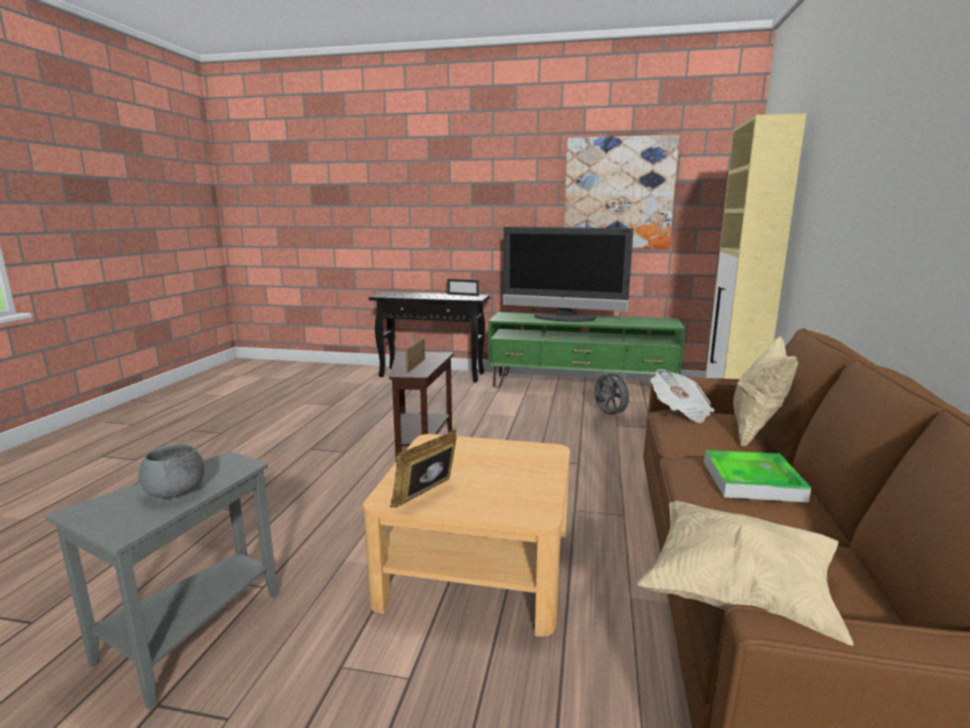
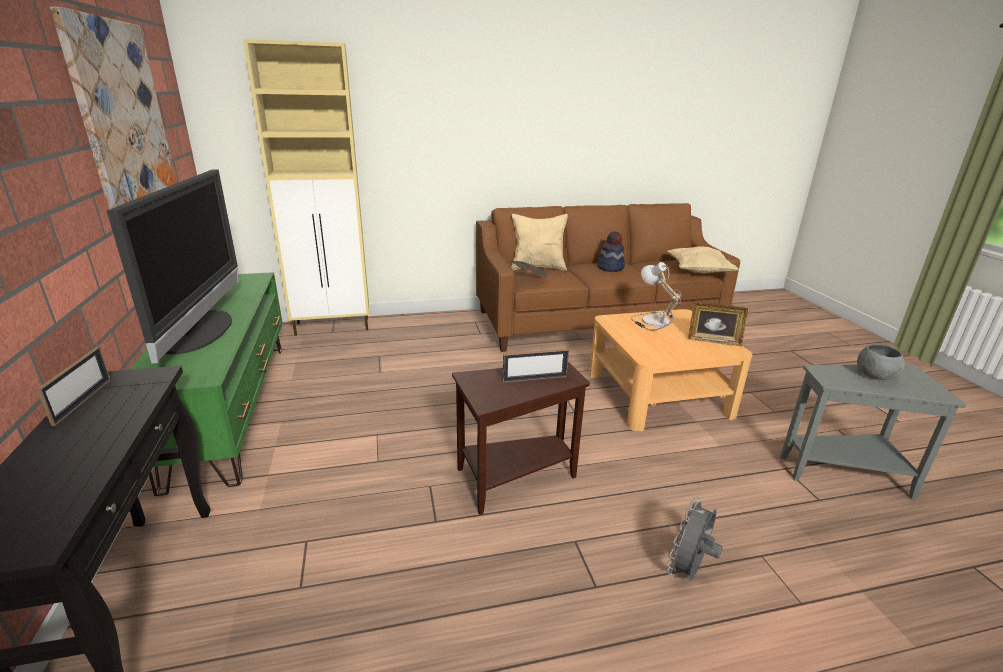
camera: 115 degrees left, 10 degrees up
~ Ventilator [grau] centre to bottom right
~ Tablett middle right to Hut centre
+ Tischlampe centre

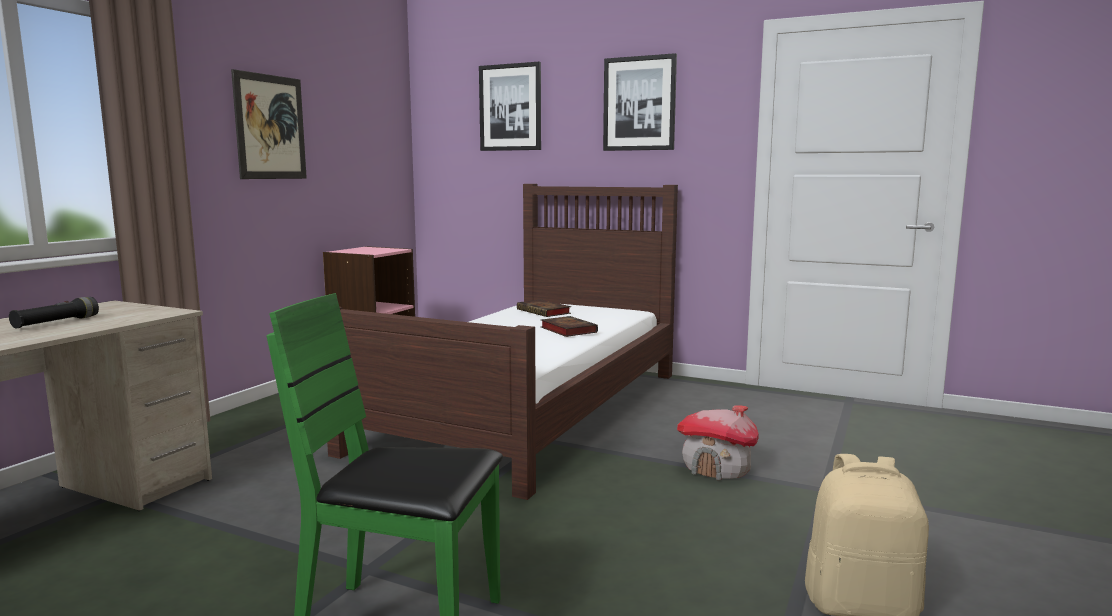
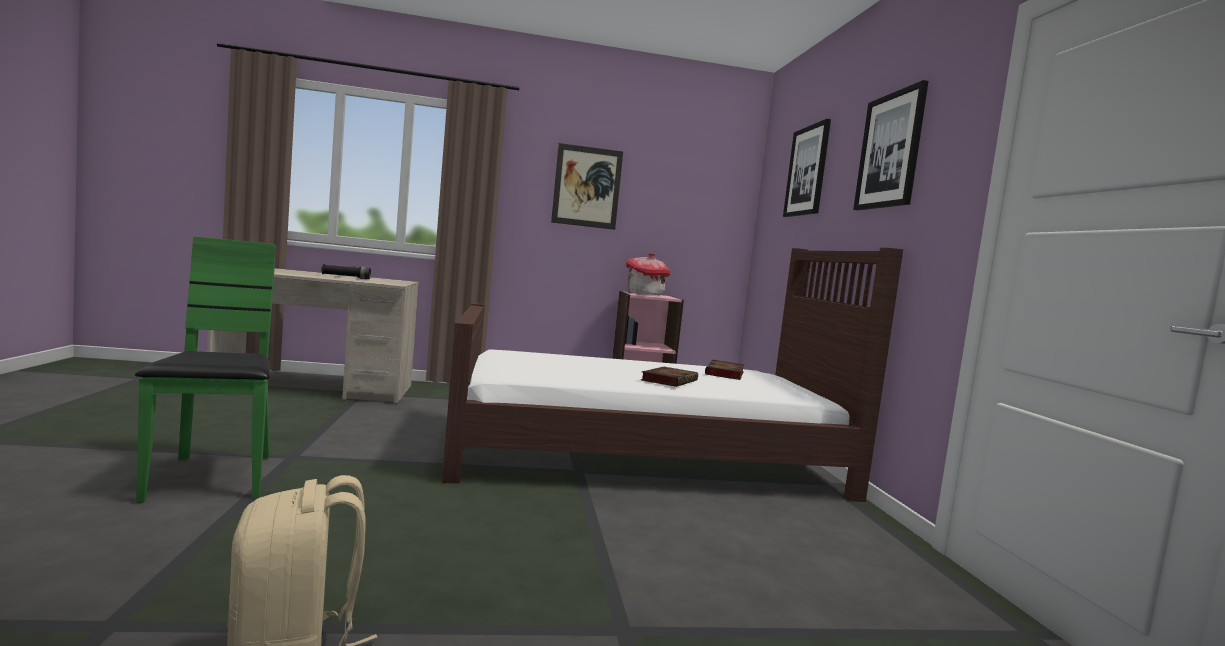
camera: 55 degrees right, 5 degrees down
~ Spielzeughaus bottom centre to centre

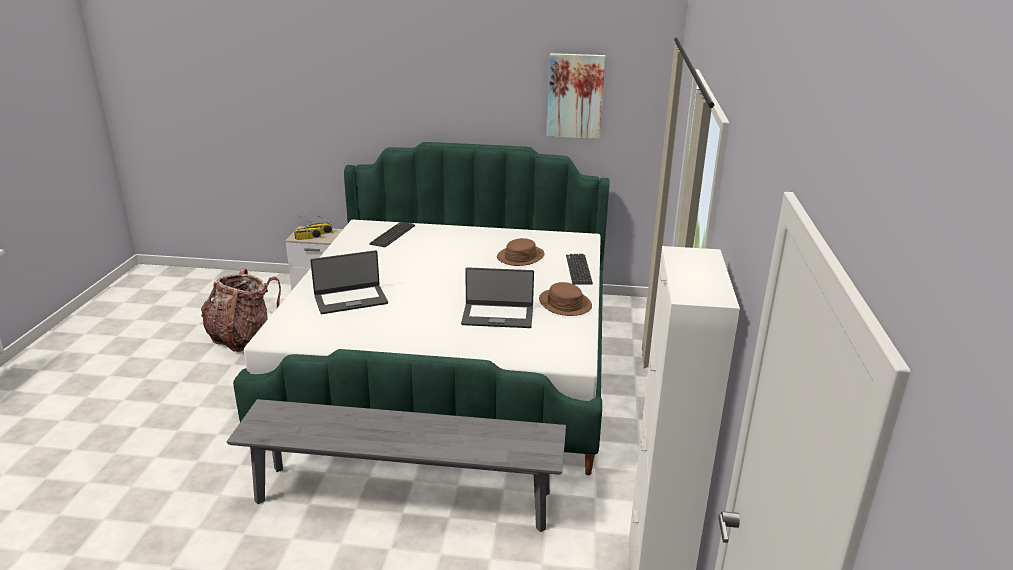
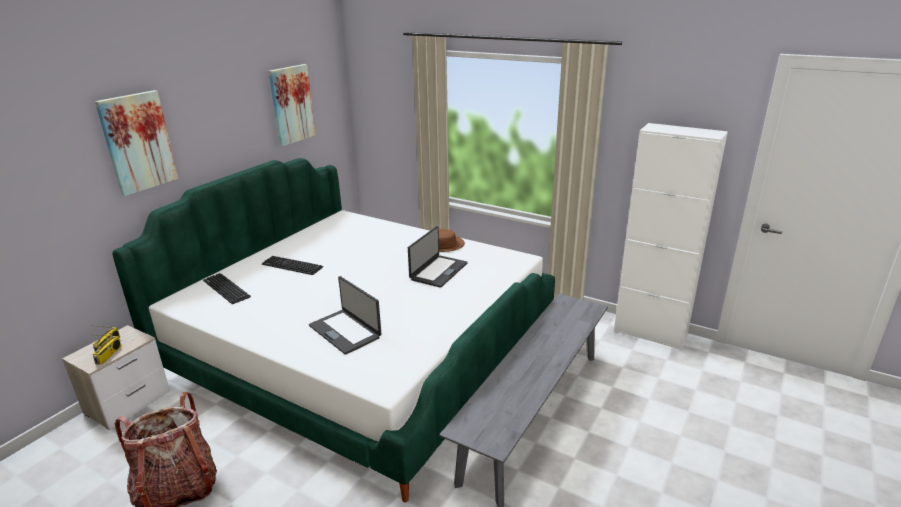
camera: 65 degrees left, 0 degrees up
- Hut [braun] (no. 1 from left) centre
~ Laptop (no. 1 from left) centre = centre 135 degrees clockwise
~ Tastatur (no. 2 from left) centre to middle left
+ Bild (no. 1 from left) top left

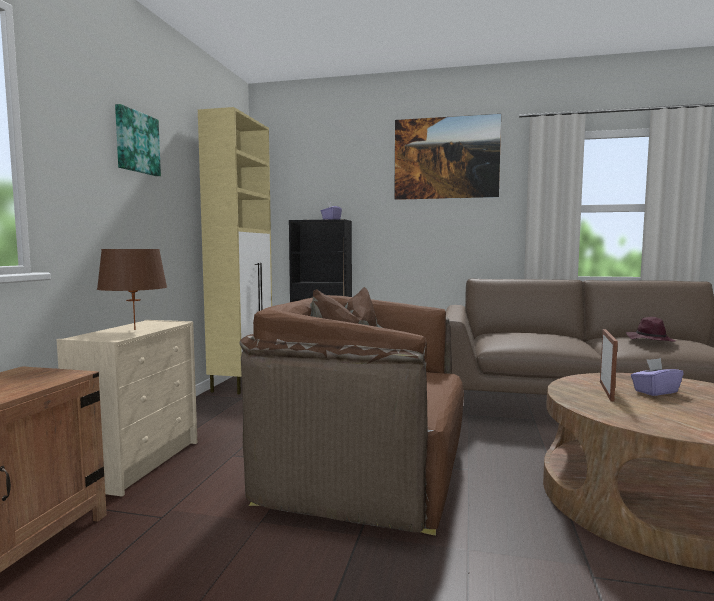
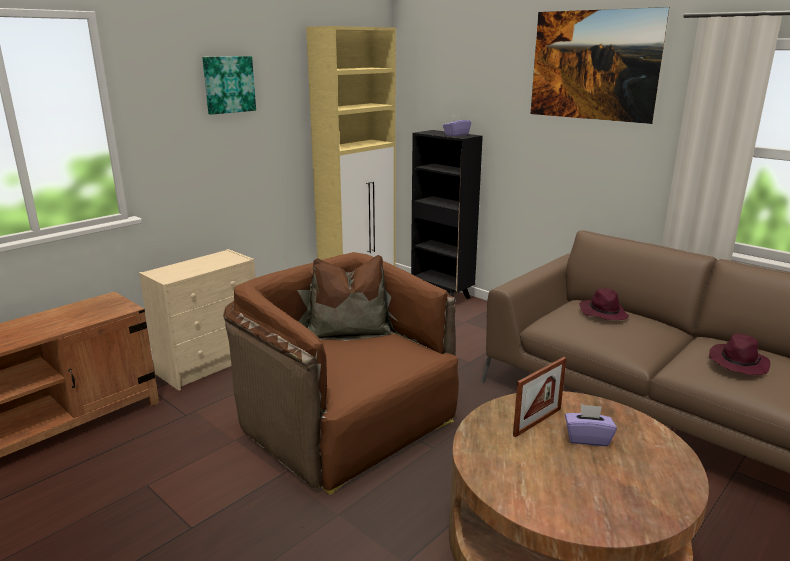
camera: 30 degrees right, 15 degrees up
- Tischlampe [braun] middle left
+ Hut [lila] (no. 1 from left) middle right

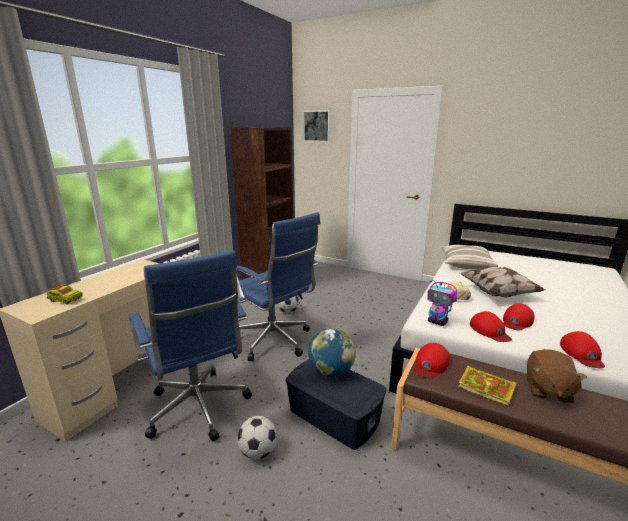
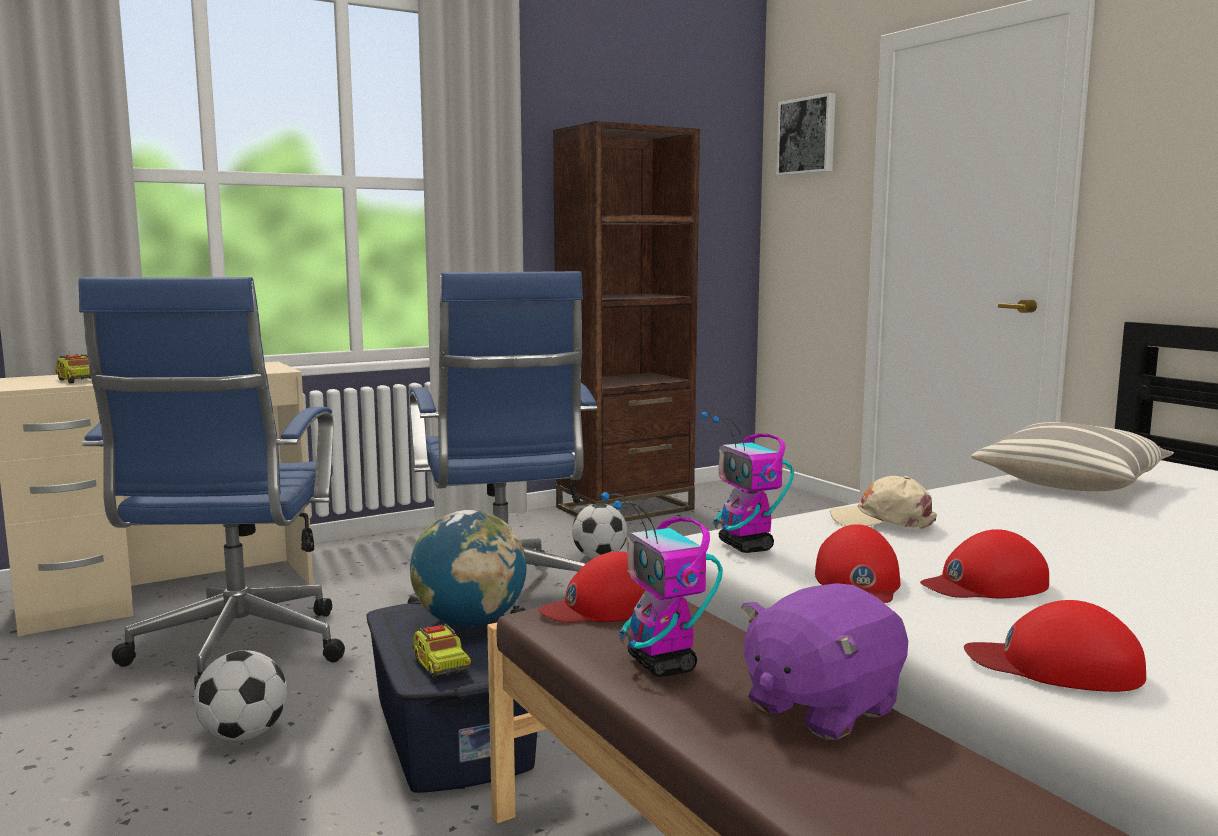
camera: 30 degrees right, 10 degrees down
- Kissen (no. 2 from left) middle right
~ Kappe [rot] (no. 4 from left) bottom right = bottom right 75 degrees clockwise
~ Plüschtier [braun] bottom right to Plüschtier [lila] bottom right
~ Buch bottom right to Spielzeugroboter (no. 1 from left) bottom centre
+ Spielzeuglaster (no. 2 from left) bottom centre

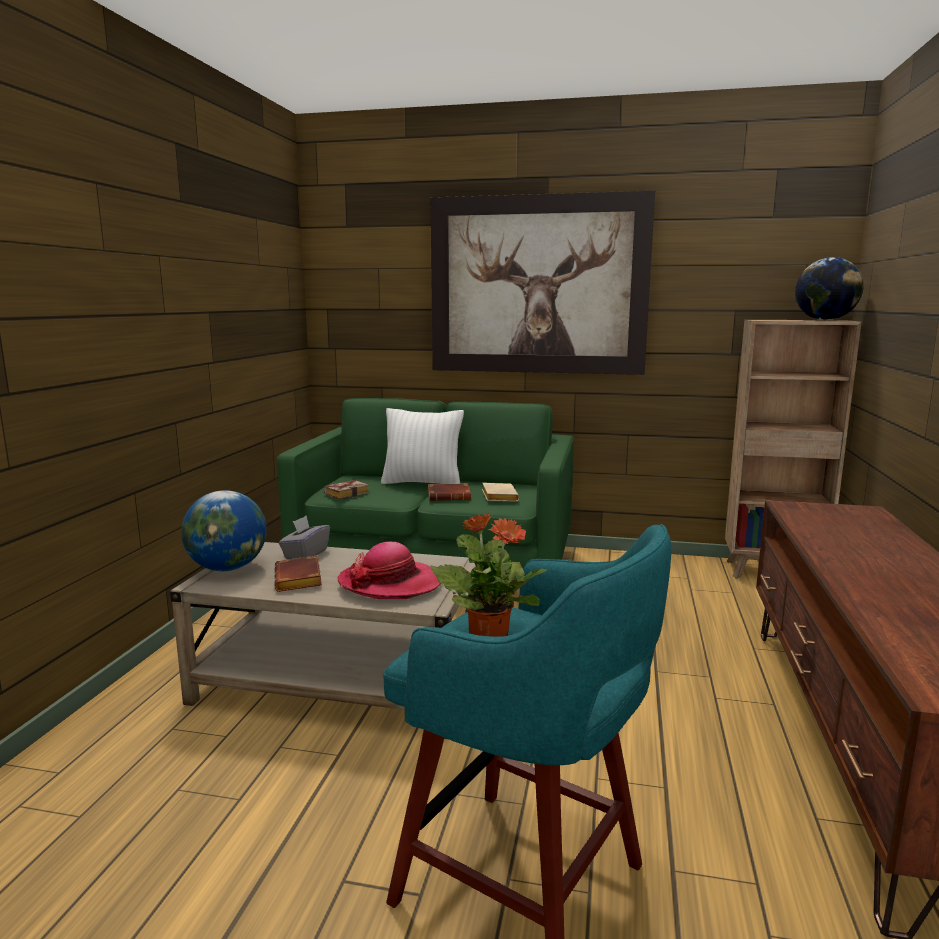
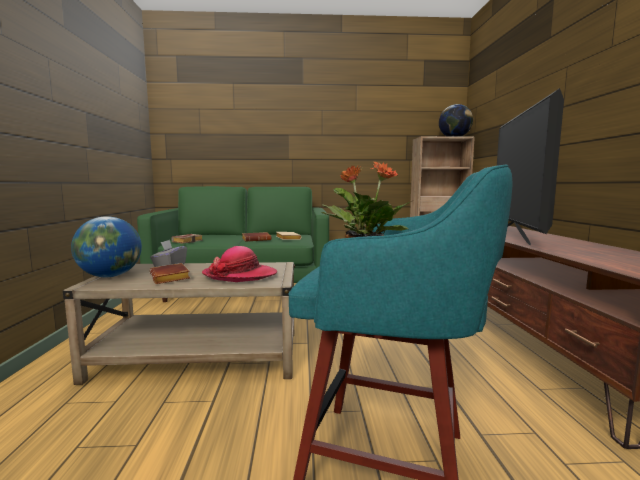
camera: 15 degrees left, 5 degrees down
- Bild top centre
- Kissen [weiß] centre
+ Fernseher middle right

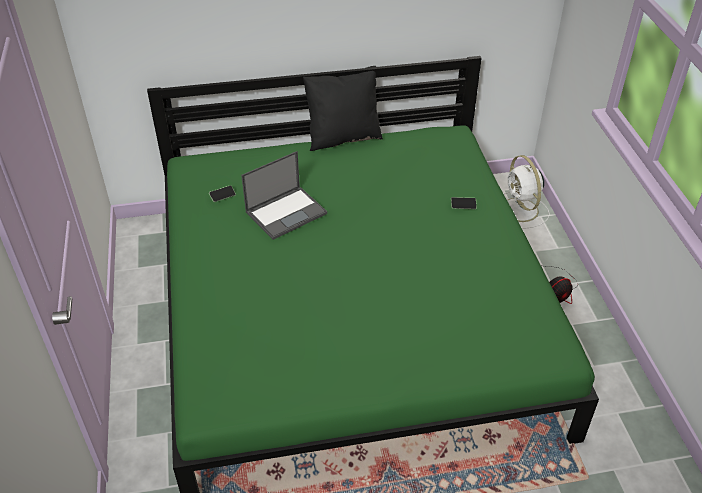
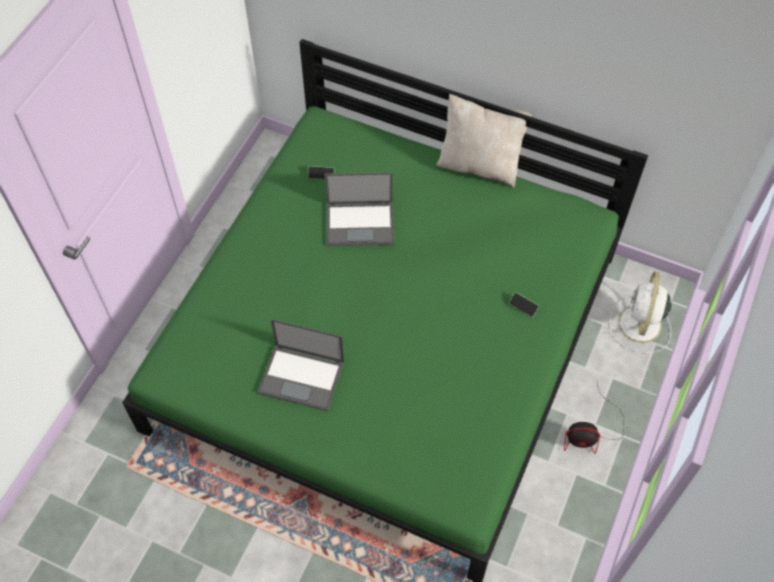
camera: 35 degrees right, 15 degrees up
~ Kissen [schwarz] top centre to Kissen [beige] top centre
+ Laptop (no. 1 from left) centre

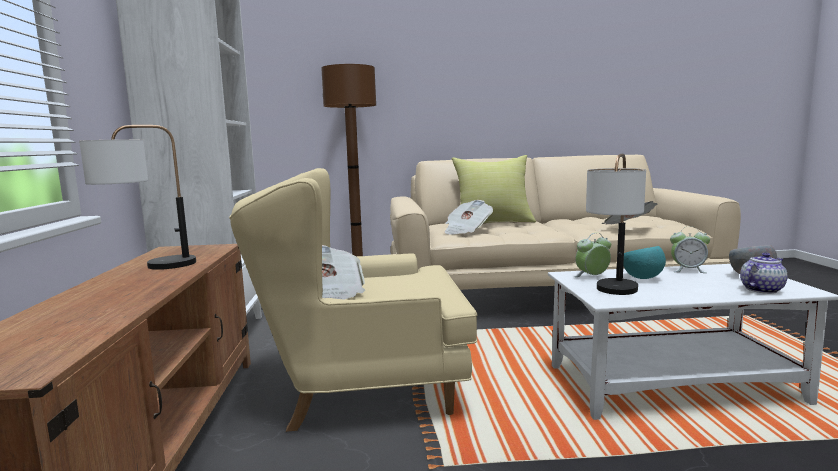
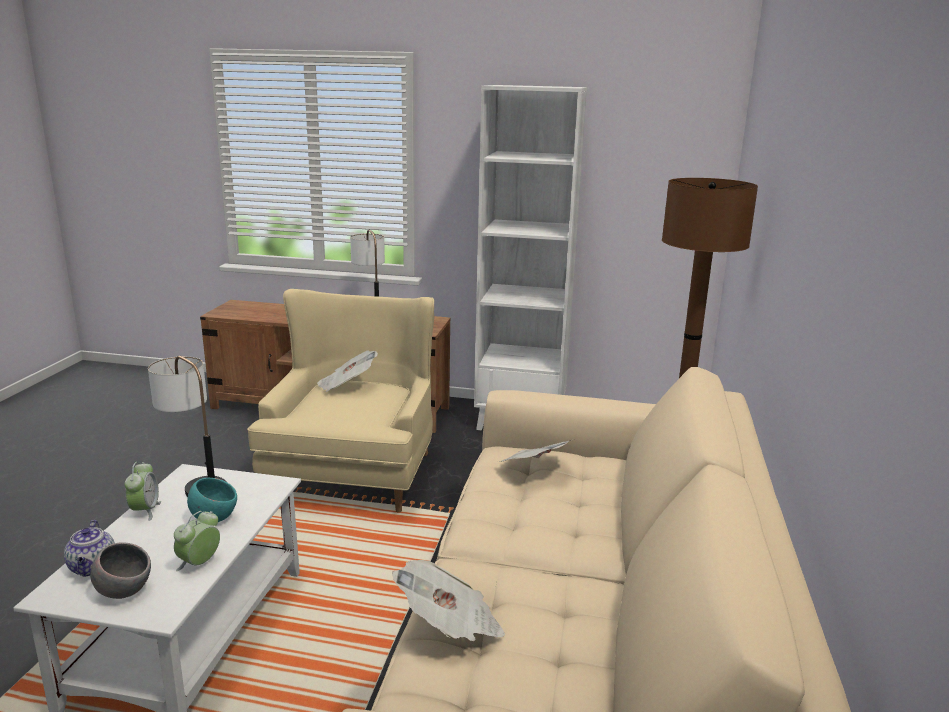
camera: 105 degrees right, 10 degrees up
- Kissen [gelb] centre
~ Wecker (no. 1 from left) middle right to bottom left

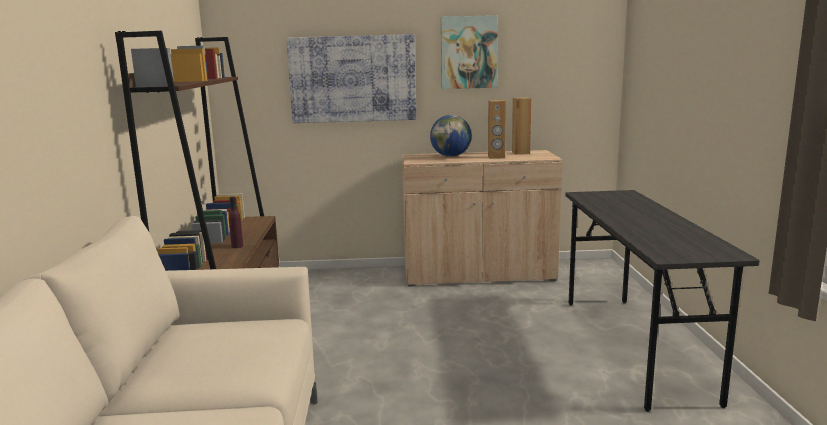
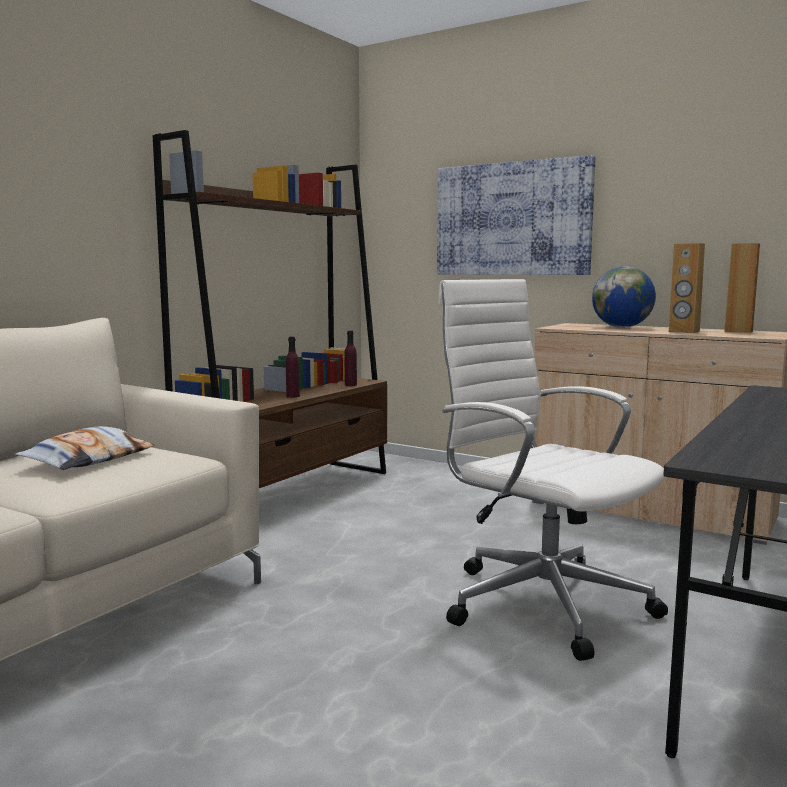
camera: 35 degrees right, 5 degrees down
- Bild (no. 2 from left) top centre
+ Bürostuhl [weiß] middle right
+ Flasche [lila] (no. 2 from left) centre
+ Kissen middle left

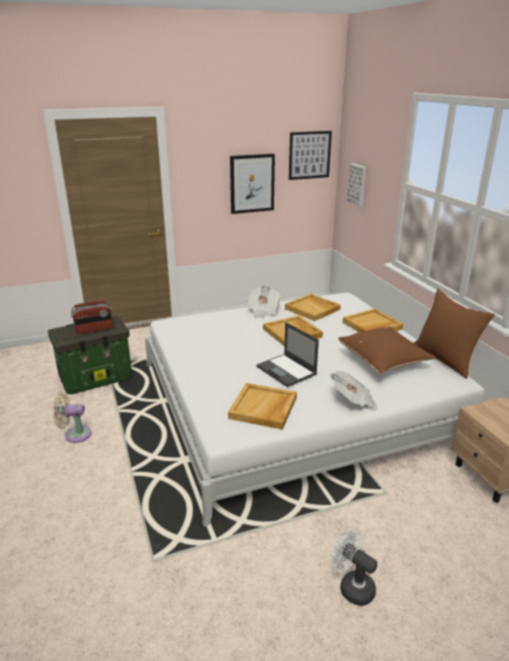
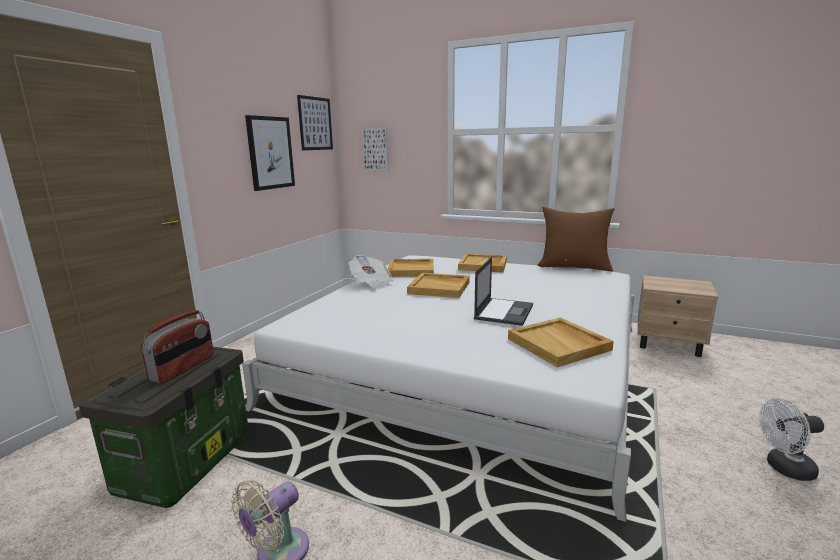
camera: 45 degrees left, 10 degrees down
~ Laptop centre = centre 75 degrees counterclockwise
- Kissen [braun] (no. 1 from left) middle right
- Zeitung (no. 2 from left) middle right

